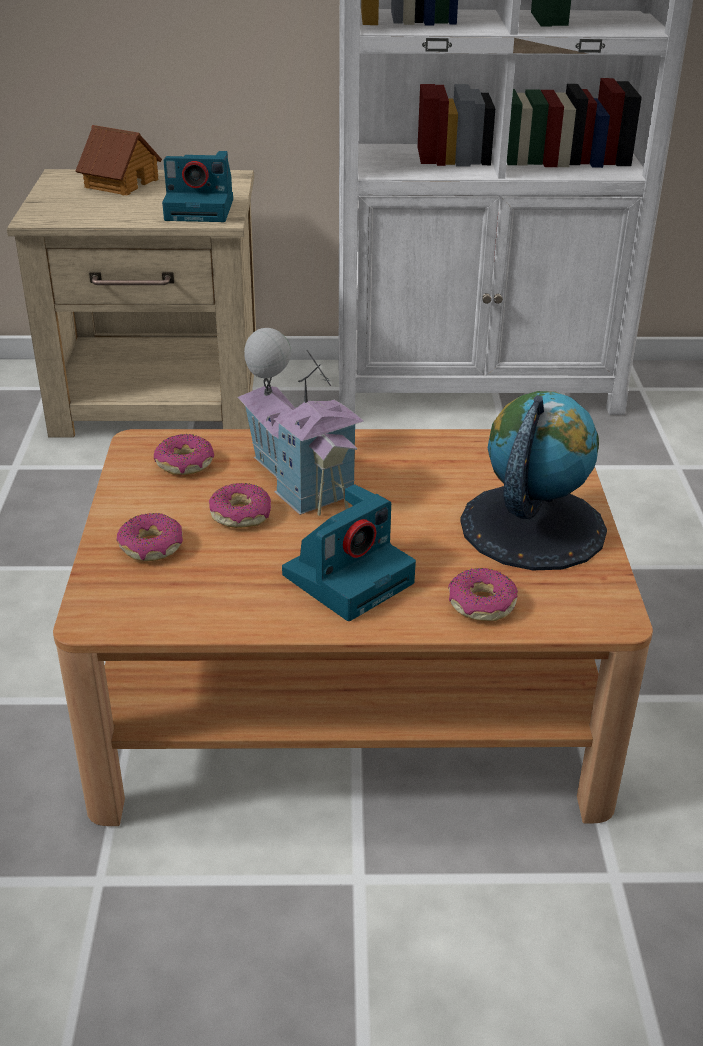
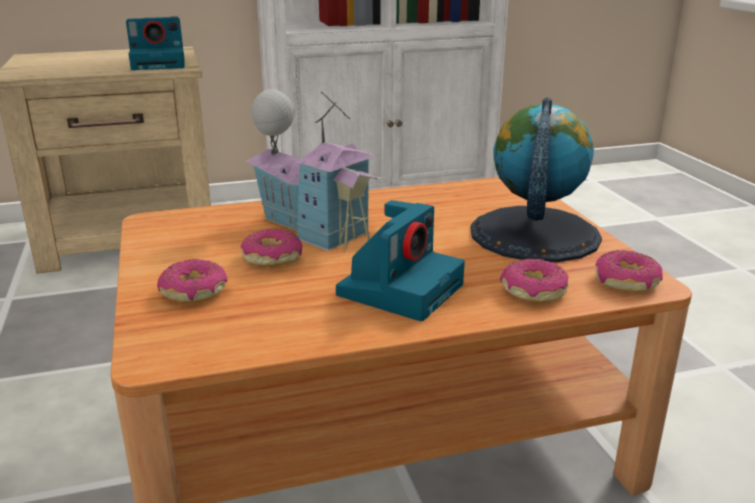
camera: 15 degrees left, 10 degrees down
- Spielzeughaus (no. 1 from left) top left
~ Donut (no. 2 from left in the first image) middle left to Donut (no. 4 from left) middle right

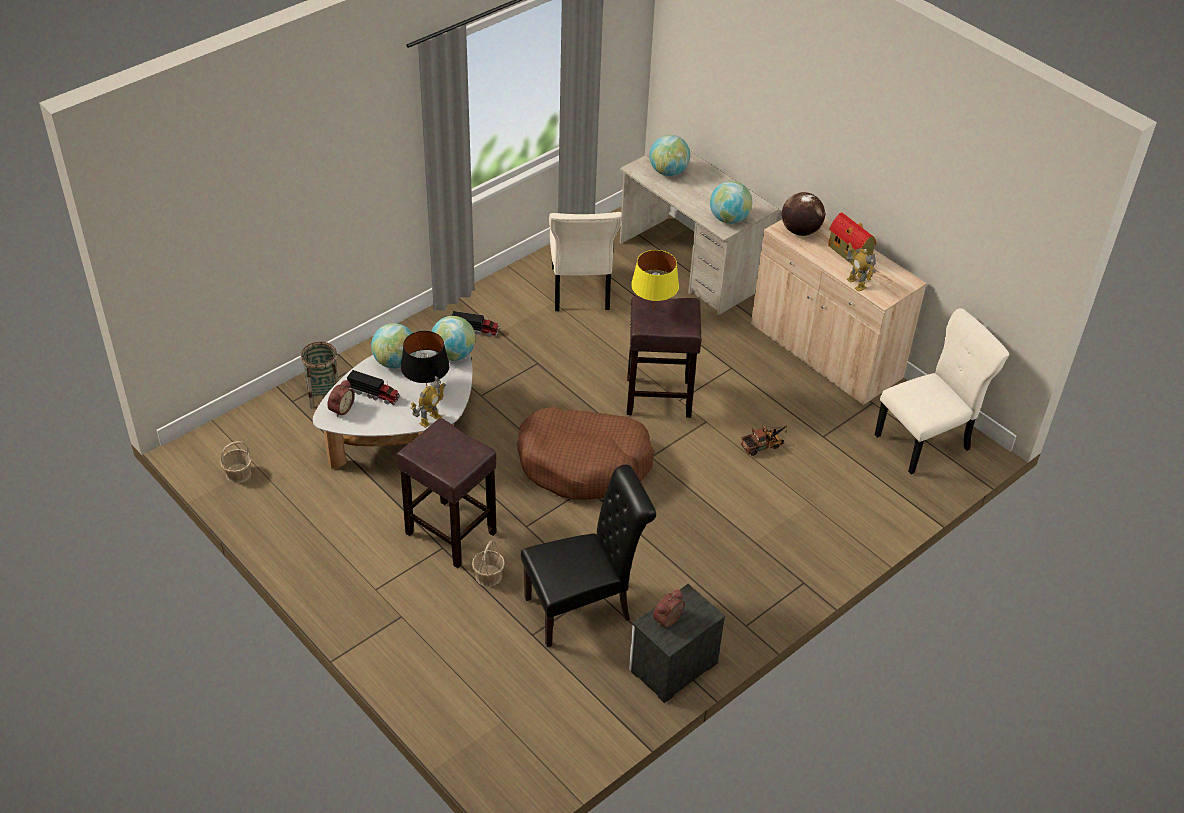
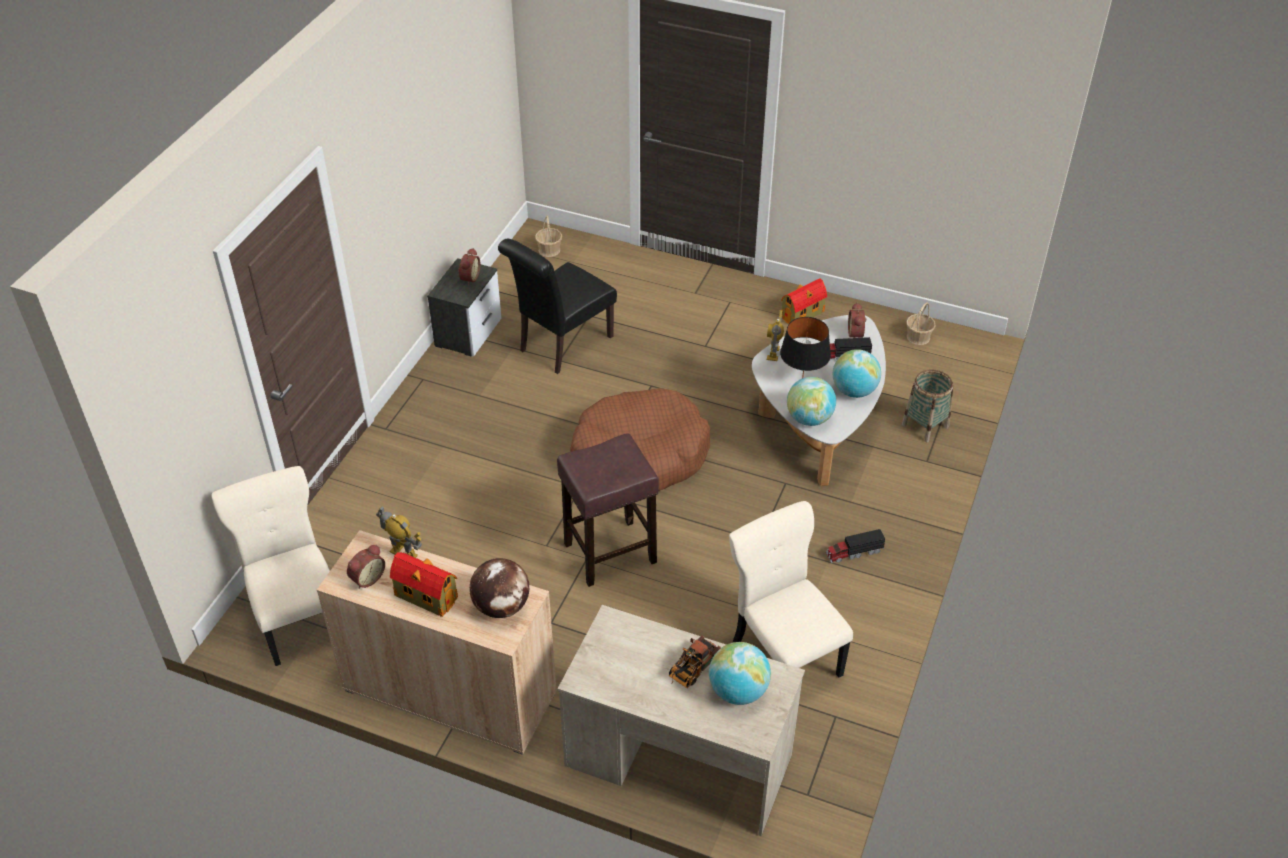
camera: 155 degrees right, 0 degrees up
- Globus (no. 4 from left) top centre
- Tischlampe [gelb] centre
~ Stuhl [beige] (no. 2 from left in the first image) middle right = middle left 120 degrees clockwise
- Hocker [braun] (no. 1 from left) centre
~ Spielzeuglaster (no. 3 from left in the first image) centre to Spielzeuglaster (no. 1 from left) bottom centre
~ Korb (no. 3 from left in the first image) bottom centre to Korb (no. 1 from left) top centre
+ Spielzeughaus (no. 2 from left) centre
+ Wecker (no. 1 from left) middle left

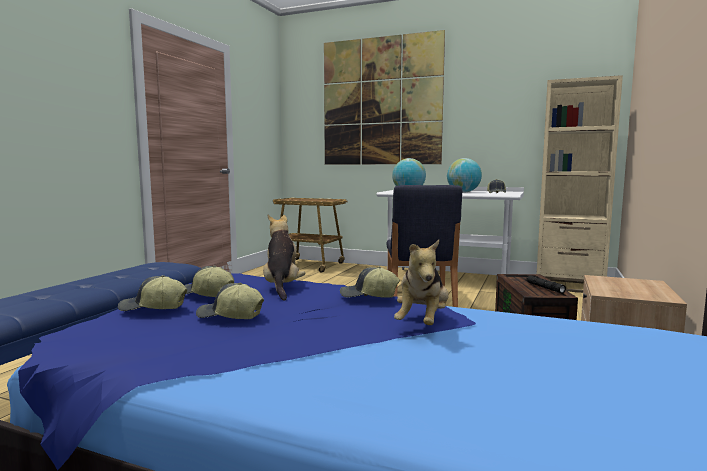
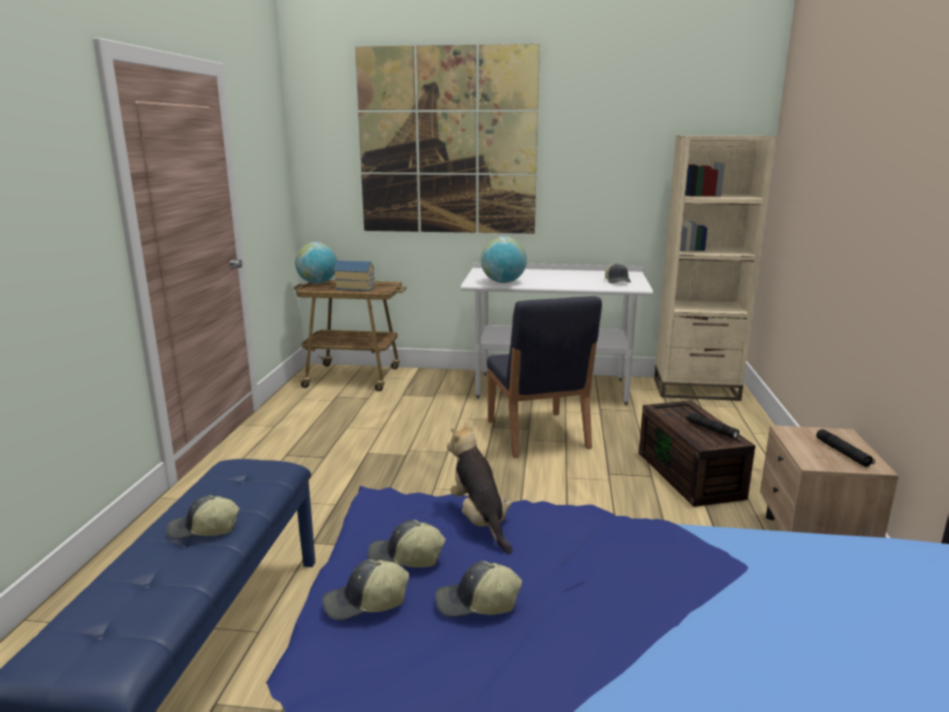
camera: 15 degrees left, 10 degrees up
~ Globus (no. 2 from left in the first image) centre to Globus (no. 1 from left) middle left
- Plüschtier (no. 2 from left) centre
~ Kappe (no. 4 from left in the first image) centre to Kappe (no. 1 from left) bottom left
+ Spielzeughaus centre
+ Taschenlampe [schwarz] (no. 2 from left) middle right

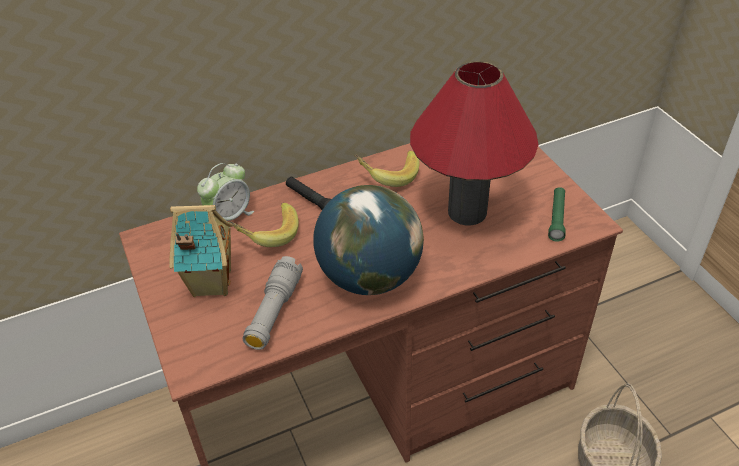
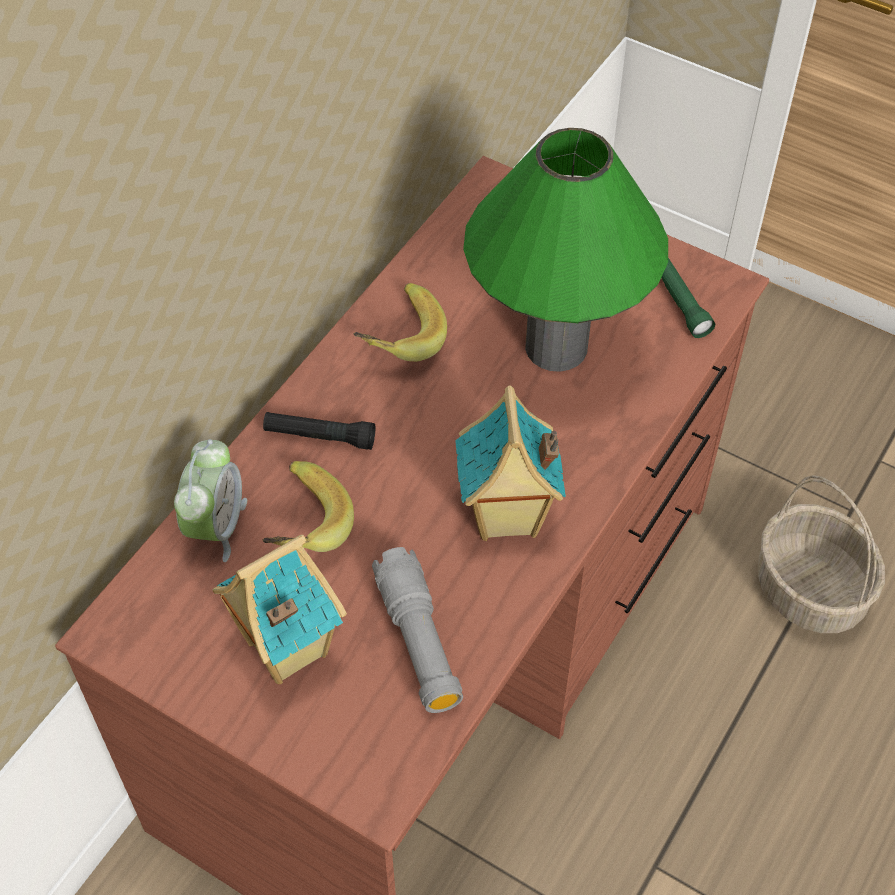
camera: 35 degrees left, 10 degrees up
~ Tischlampe [rot] top centre to Tischlampe [grün] top centre
~ Globus centre to Spielzeughaus (no. 2 from left) centre

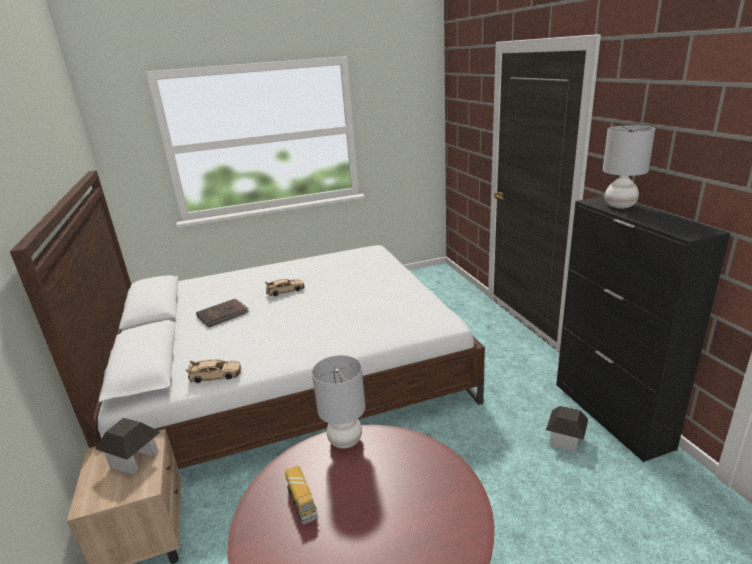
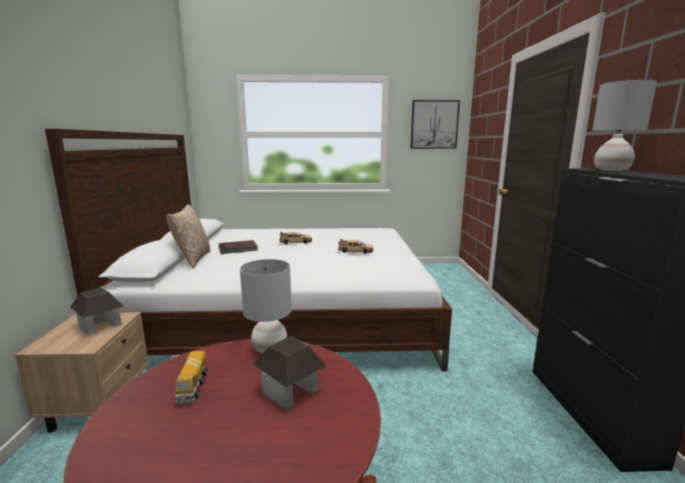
camera: 15 degrees right, 10 degrees down
~ Spielzeugauto [beige] (no. 1 from left in the first image) middle left to Spielzeugauto [beige] (no. 2 from left) centre
~ Spielzeughaus (no. 2 from left) bottom right to bottom centre
+ Bild top centre
+ Kissen middle left

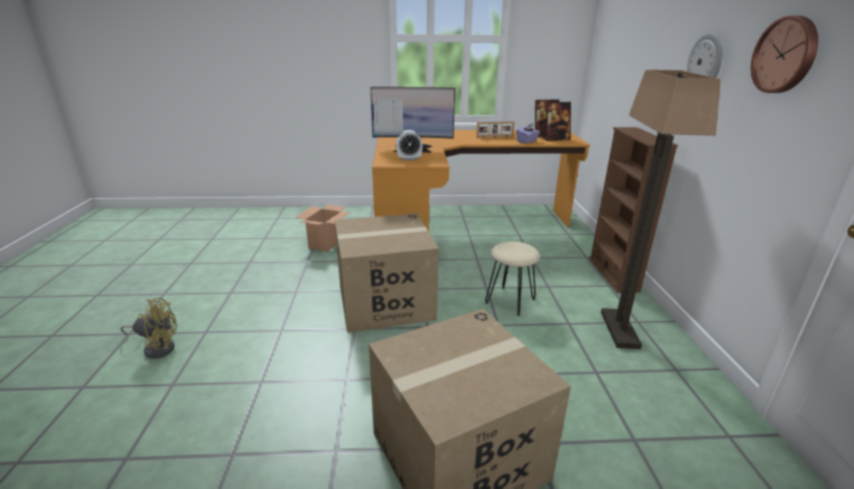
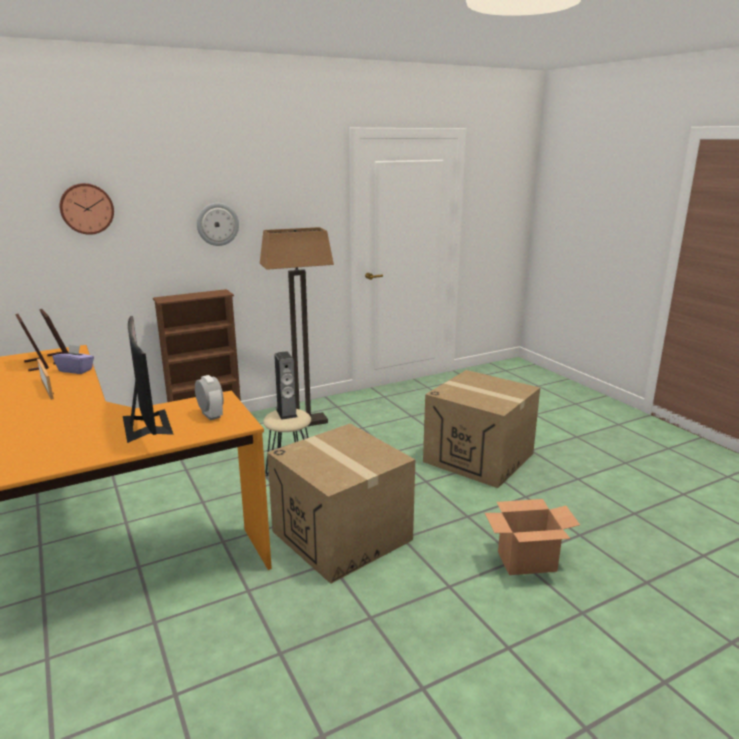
camera: 115 degrees left, 5 degrees down
~ Wanduhr (no. 2 from left in the first image) top right to Wanduhr (no. 1 from left) top left
~ Karton (no. 1 from left in the first image) centre to Karton (no. 3 from left) bottom right
- Ventilator [gelb] bottom left
+ Lautsprecher centre

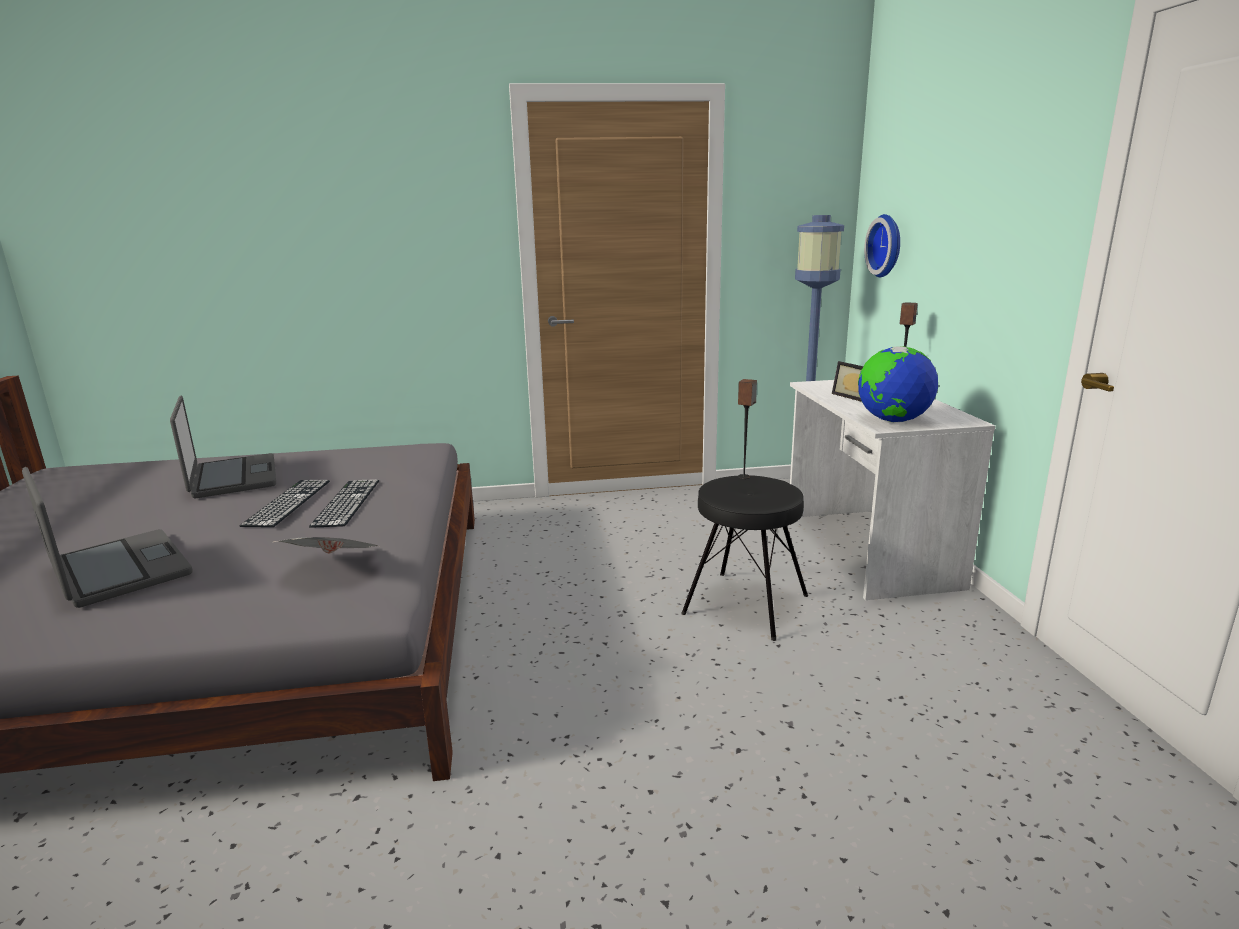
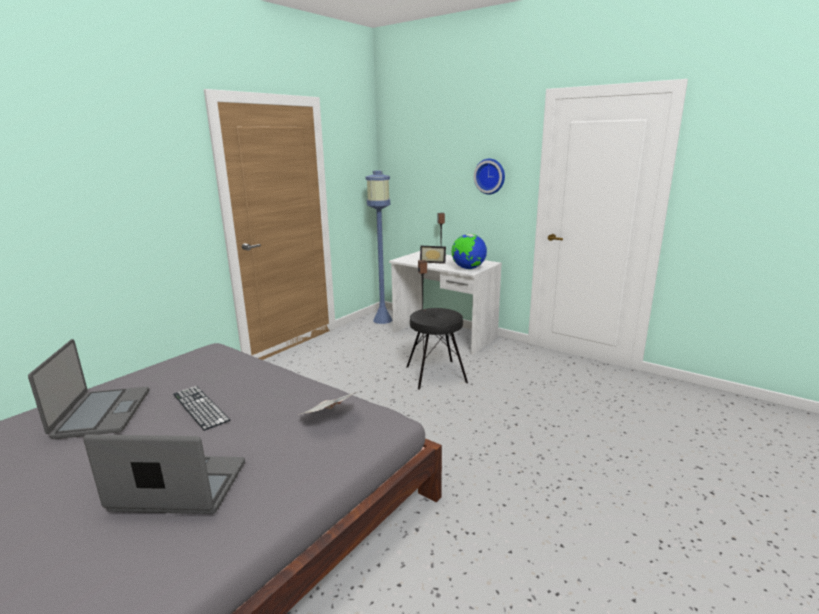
camera: 45 degrees left, 0 degrees up
~ Wanduhr top right to top centre
~ Laptop (no. 2 from left in the first image) middle left = middle left 60 degrees clockwise
- Tastatur (no. 2 from left) middle left

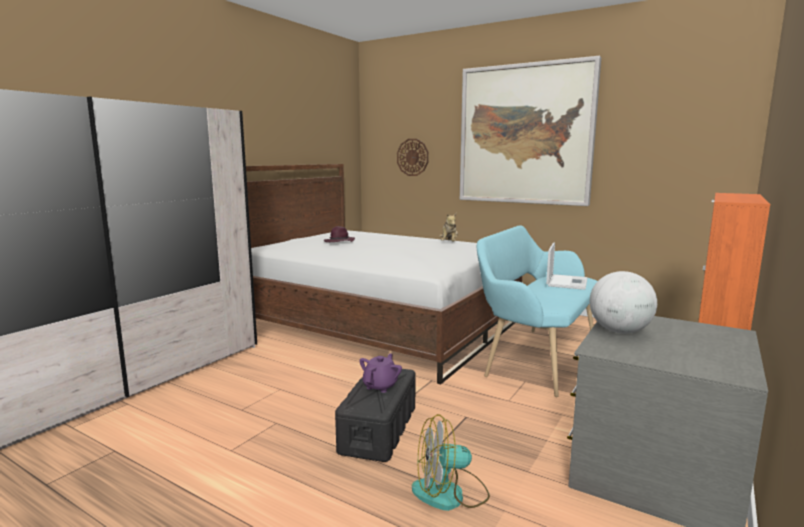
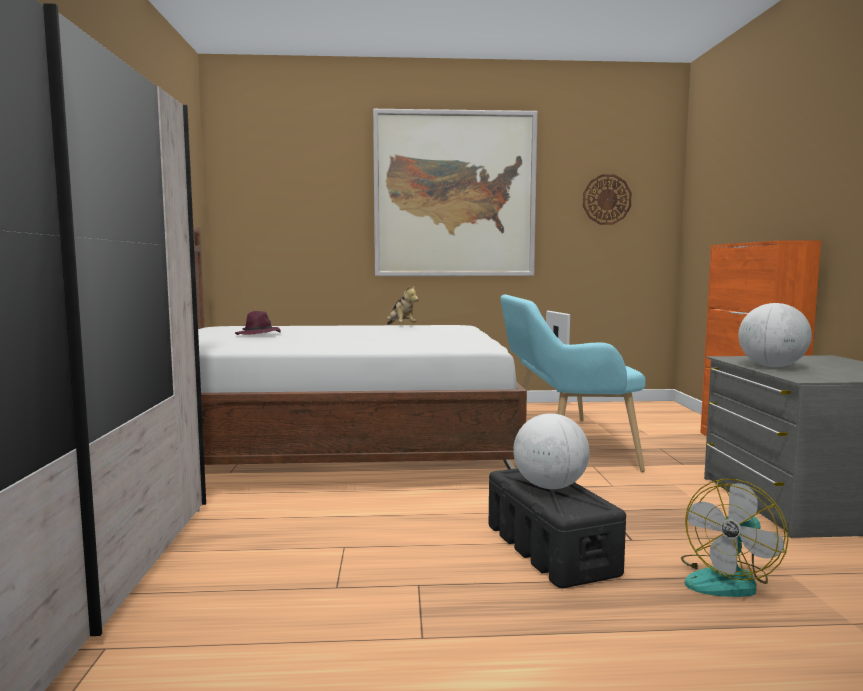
camera: 35 degrees left, 5 degrees down
~ Wanduhr top centre to top right
~ Teekanne [lila] bottom centre to Globus (no. 1 from left) centre

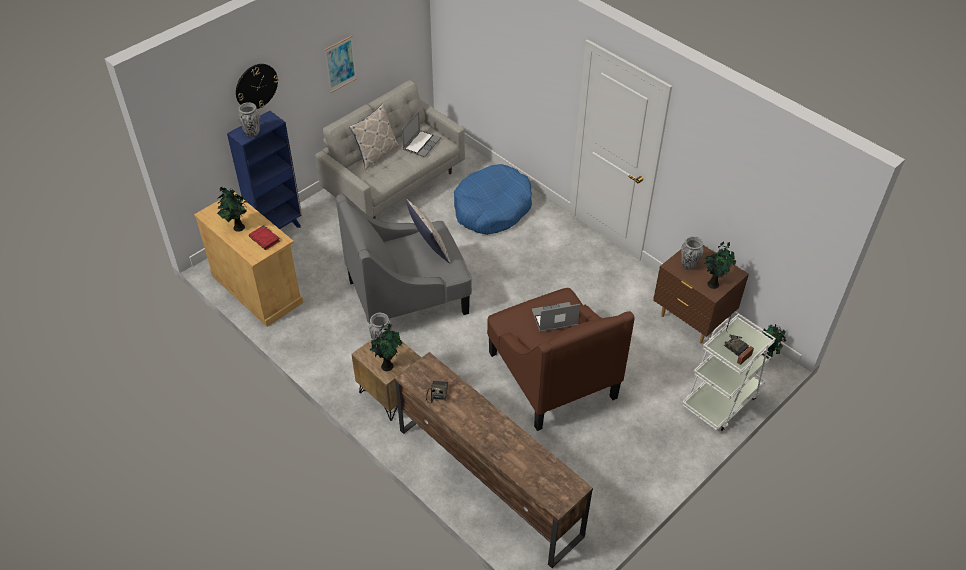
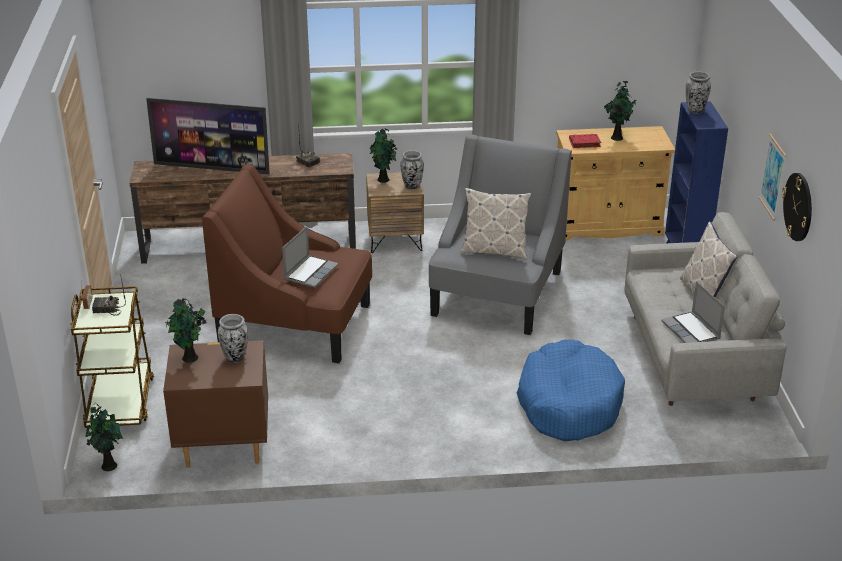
camera: 130 degrees right, 15 degrees down
~ Wanduhr top left to middle right
~ Rollwagen [weiß] middle right to Rollwagen [braun] middle left
+ Fernseher top left

